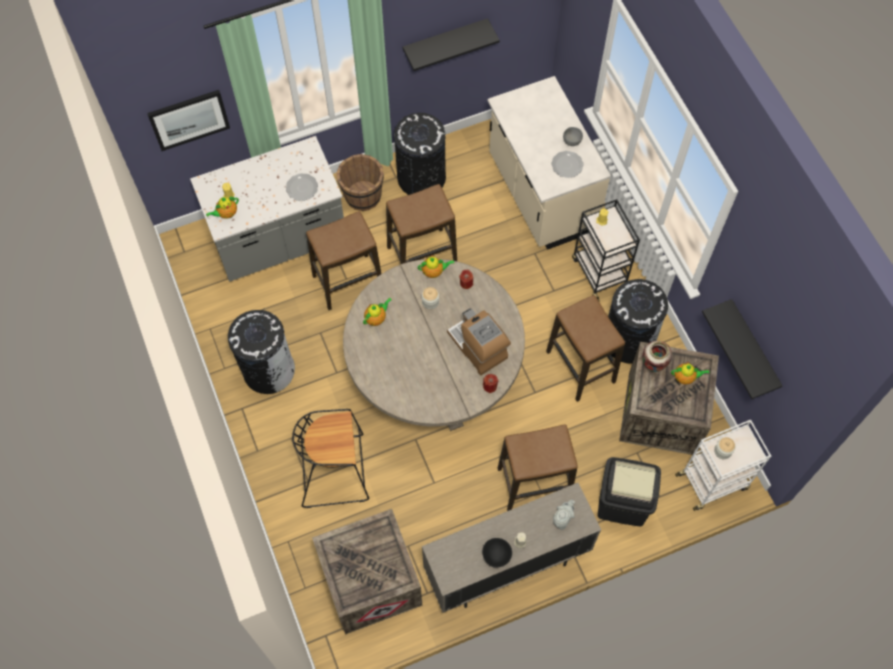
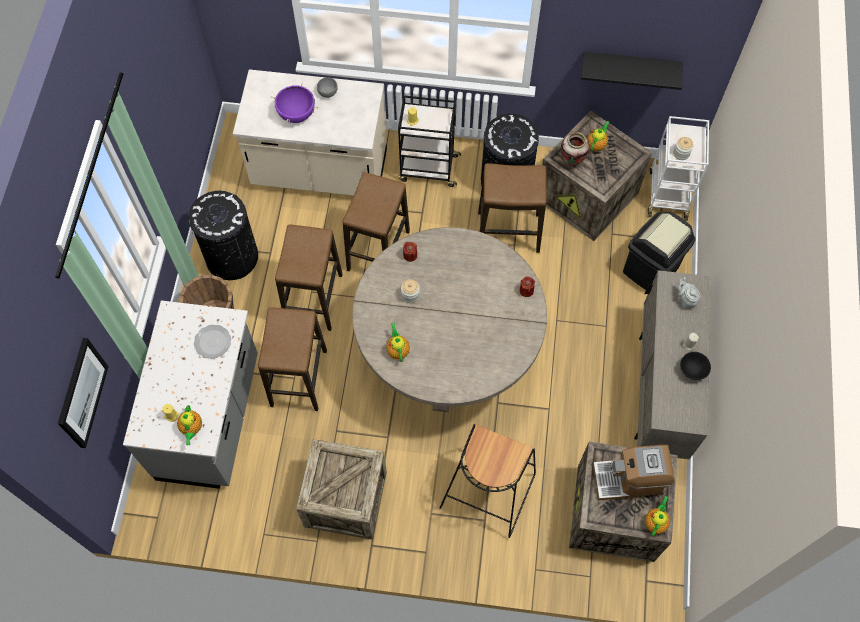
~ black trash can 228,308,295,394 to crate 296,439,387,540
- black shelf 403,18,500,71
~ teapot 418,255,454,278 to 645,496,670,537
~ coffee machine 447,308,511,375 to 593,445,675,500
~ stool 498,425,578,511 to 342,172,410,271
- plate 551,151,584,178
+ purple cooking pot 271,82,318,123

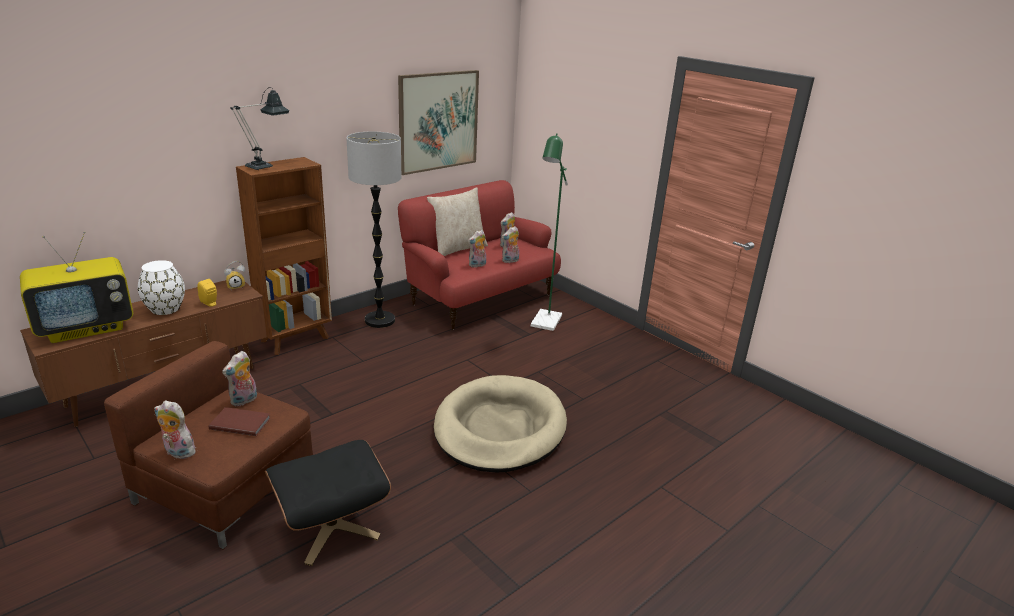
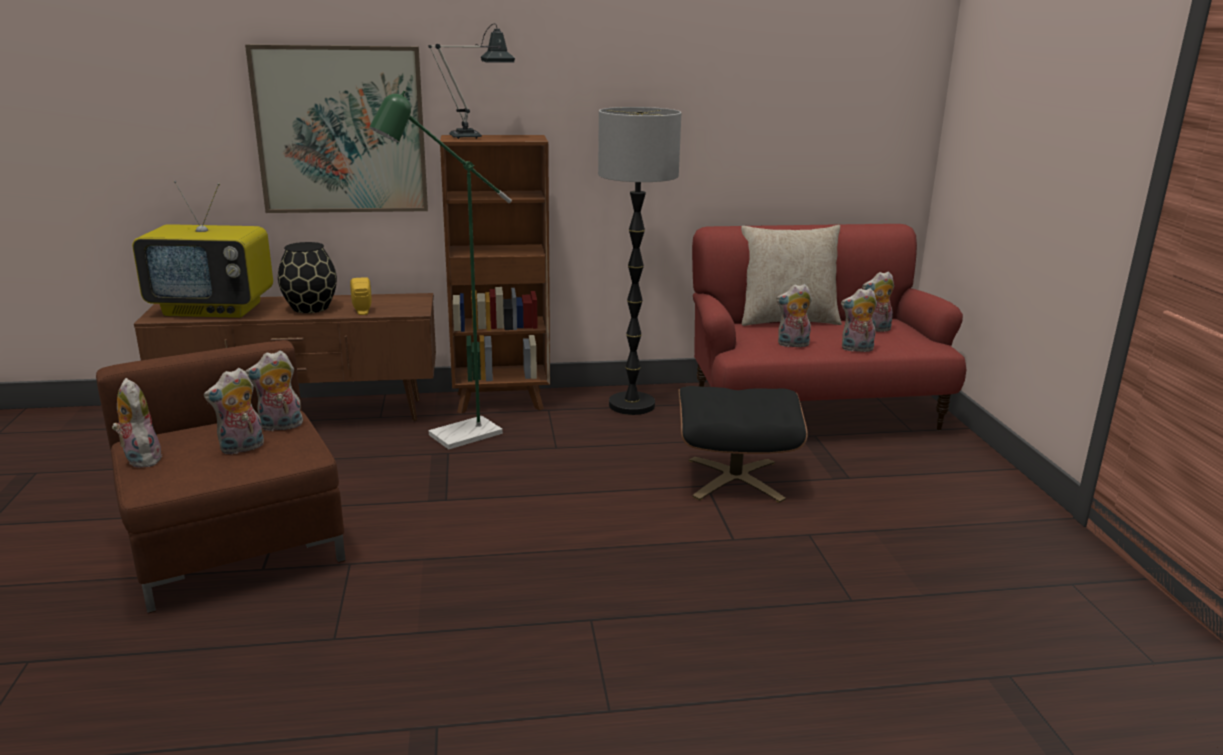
~ white vase 138,260,185,315 to black vase 278,242,337,313
~ brown book 209,407,271,436 to plush toy 204,368,264,454
- alarm clock 224,261,245,289
~ black ottoman 265,440,391,566 to 678,386,808,503
~ picture 398,70,479,175 to 245,44,428,213
- beige dog bed 434,375,567,473
~ green floor lamp 531,133,568,331 to 370,91,512,449

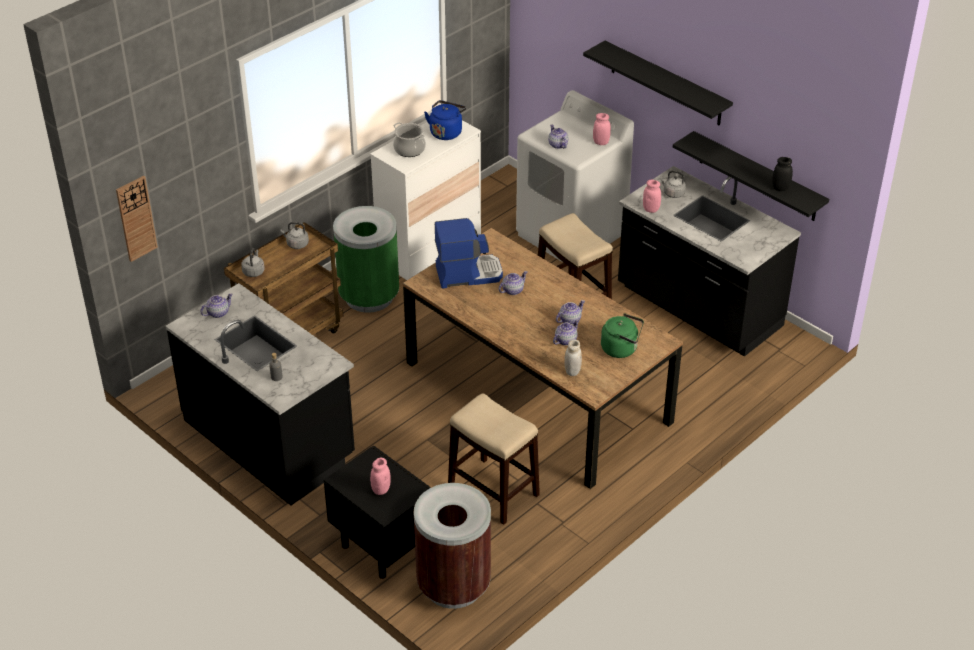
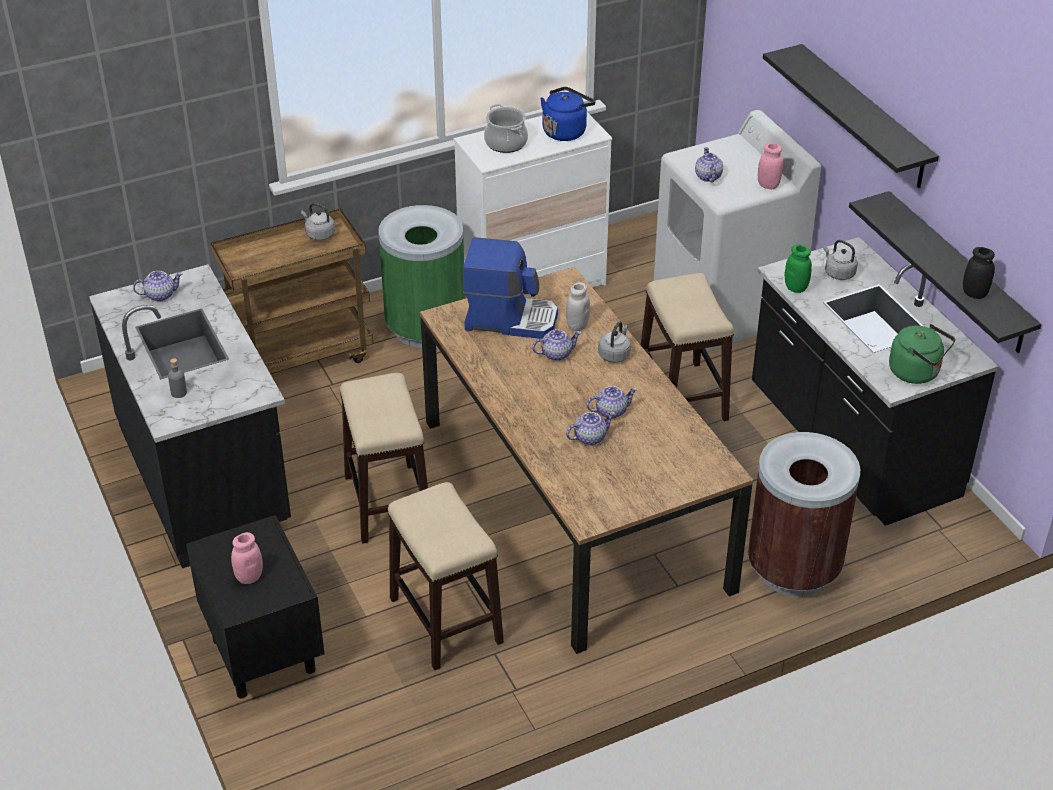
- wall clock 116,176,158,262
~ grey kettle 241,248,265,277 to 598,321,631,363
~ brown trash can 414,483,491,609 to 748,432,860,596
~ white jar 564,339,582,376 to 566,282,590,331
~ green kettle 601,314,644,358 to 889,324,955,384
~ pink jar 643,180,661,213 to green jar 785,245,812,293
+ stool 340,373,428,544

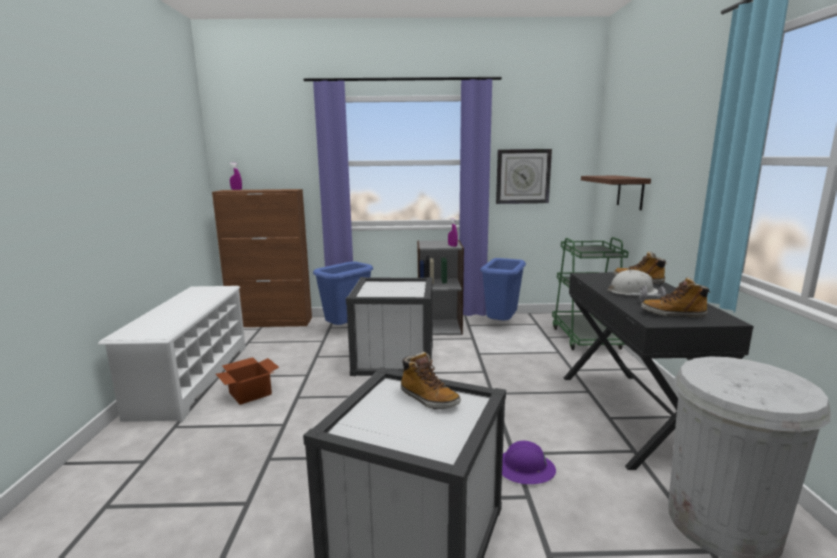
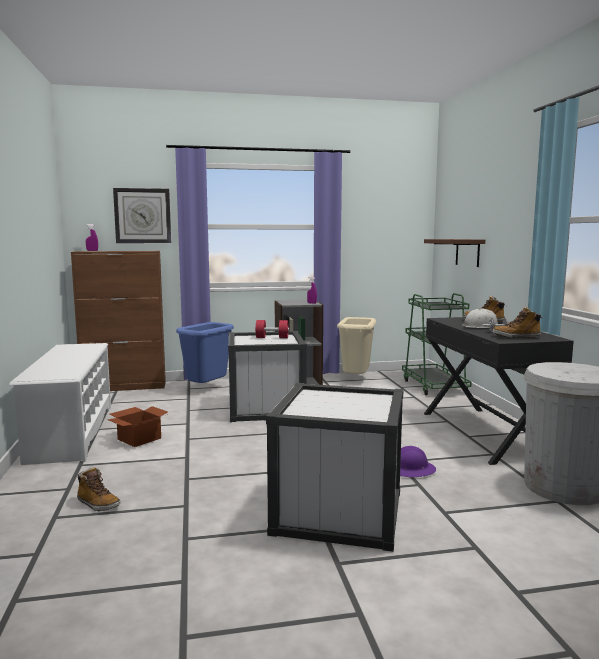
~ boot 401,352,461,409 to 77,467,120,511
~ blue trash can 480,258,526,320 to beige trash can 337,317,376,374
~ wall clock 496,149,552,204 to 113,188,171,243
+ red dumbbell 255,320,289,338

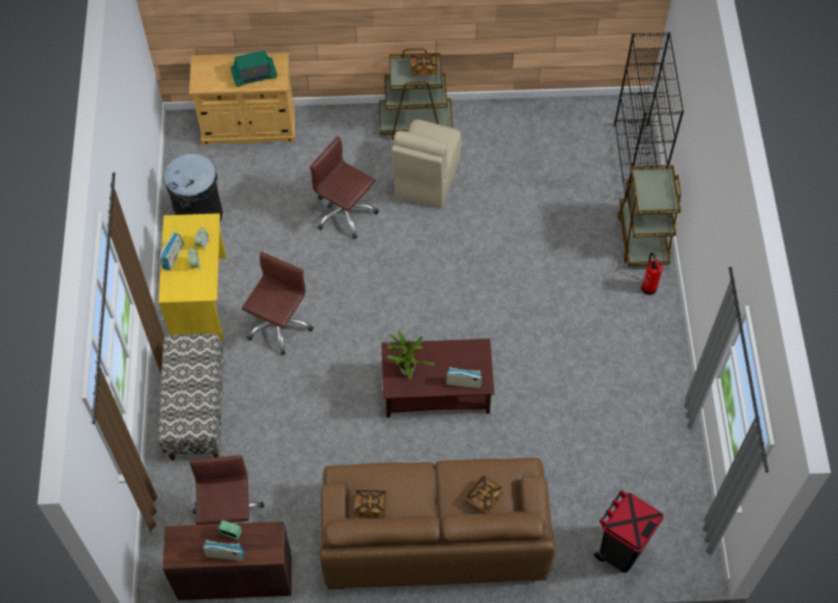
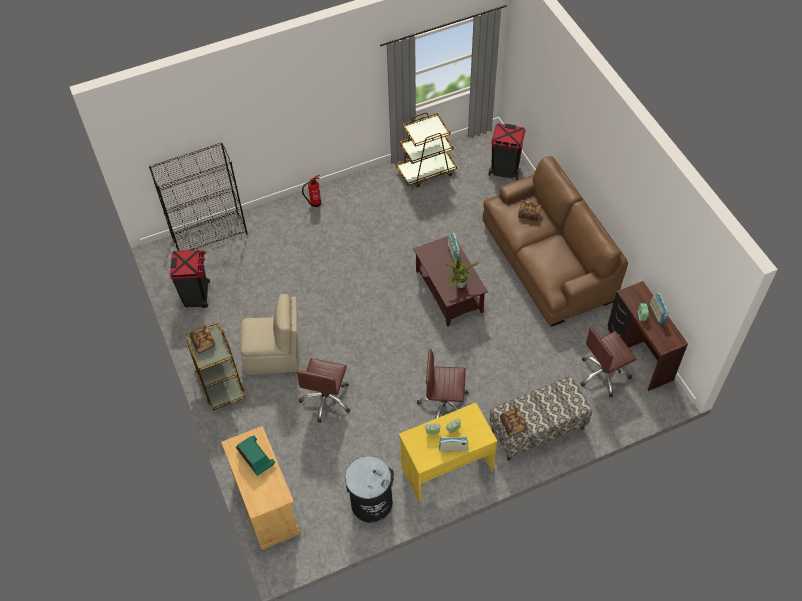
~ book 354,490,386,518 to 500,408,527,437
~ brown cart 618,165,681,266 to 396,112,457,187
+ black trash can 170,250,210,308

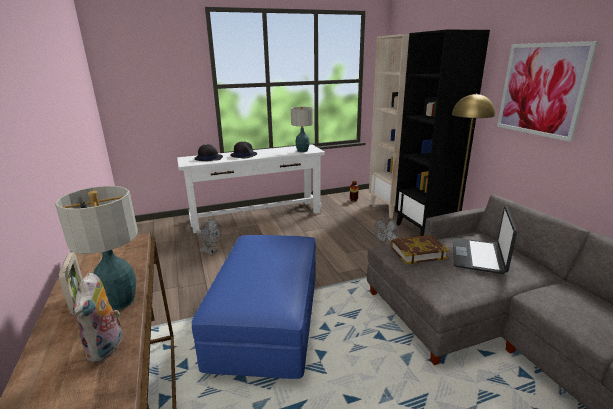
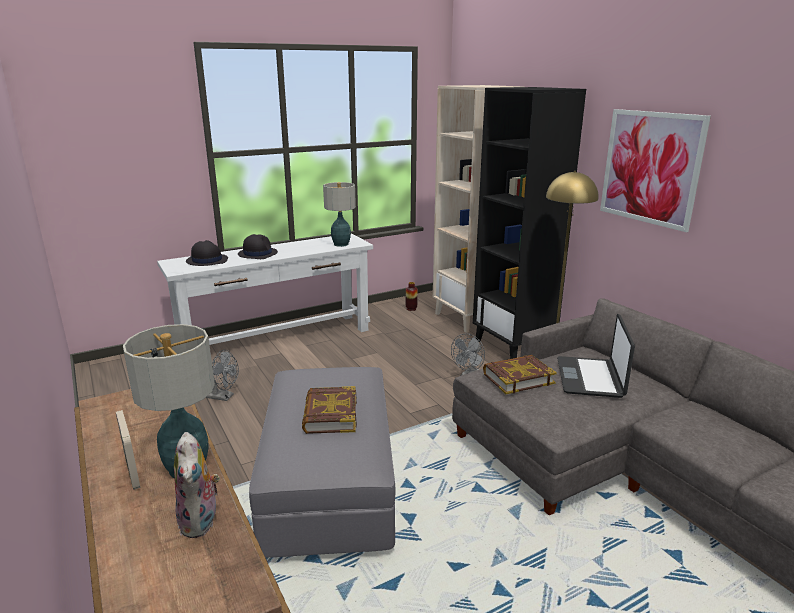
~ blue ottoman 191,235,316,379 to grey ottoman 249,367,395,557
+ book 302,386,357,434

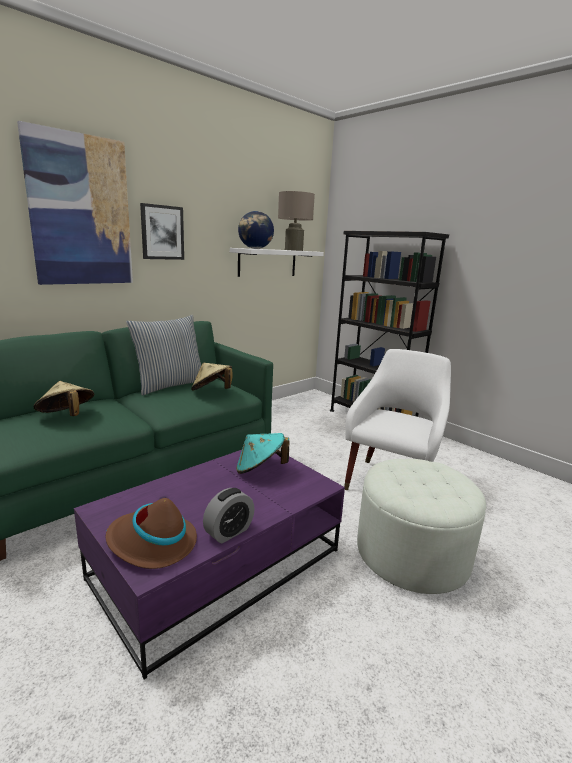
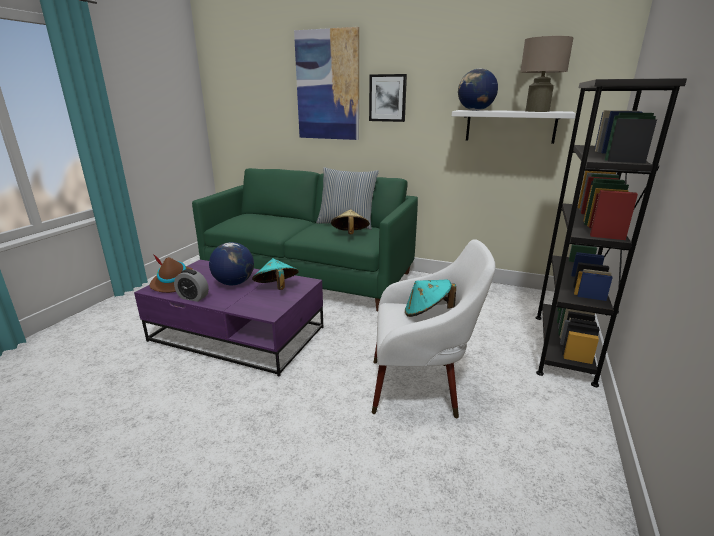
- beige hat 34,381,94,416
- white ottoman 357,459,486,594
+ globe 209,242,254,285
+ turquoise hat 405,280,456,317

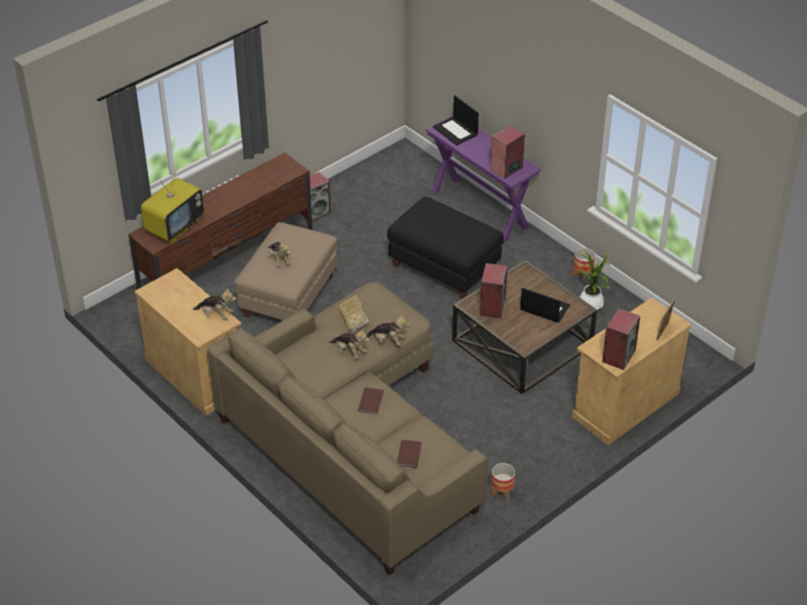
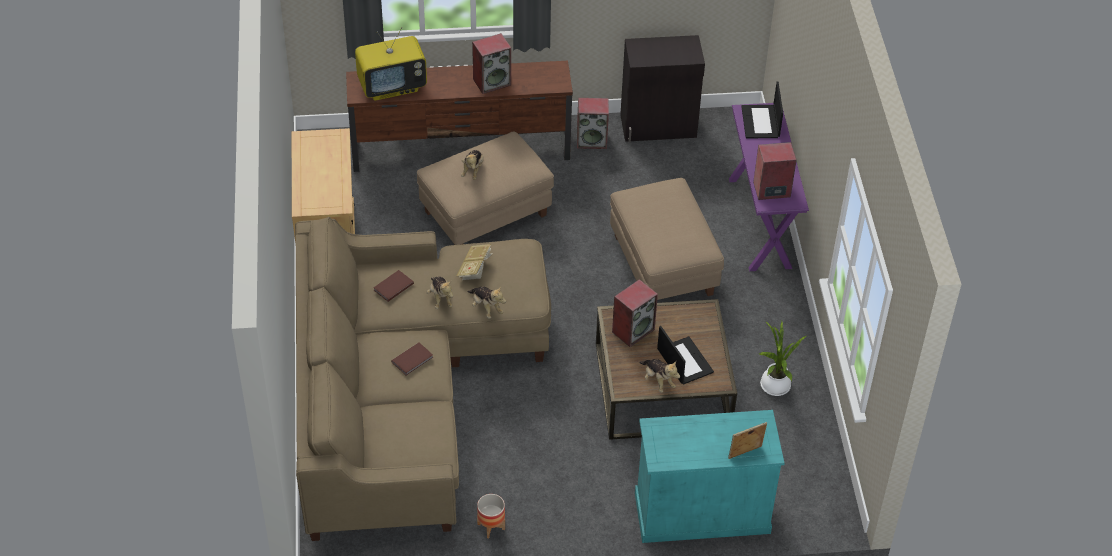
~ plush toy 193,288,236,319 to 640,359,680,393
~ black ottoman 387,197,504,299 to beige ottoman 610,178,724,300
~ brown book 397,440,422,468 to 374,270,414,302
- planter 572,248,595,283
~ beige cabinet 572,297,692,445 to turquoise cabinet 635,410,784,543
~ speaker 602,308,640,370 to 472,33,511,94
+ black cabinet 620,35,705,143

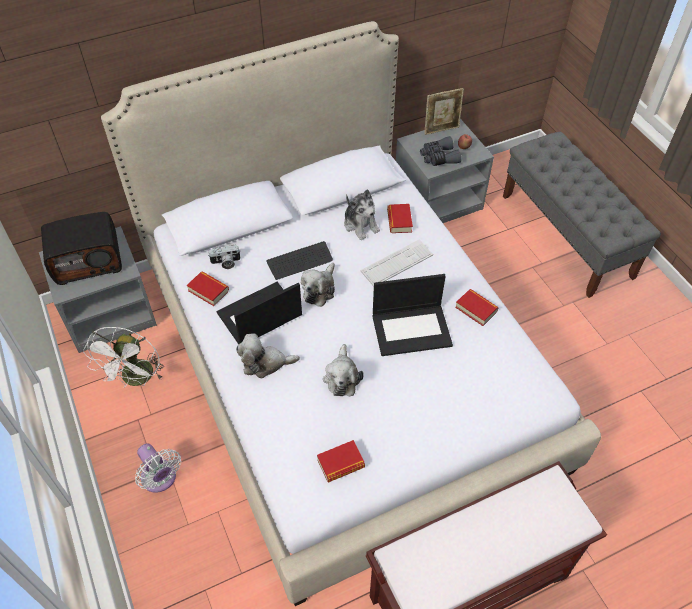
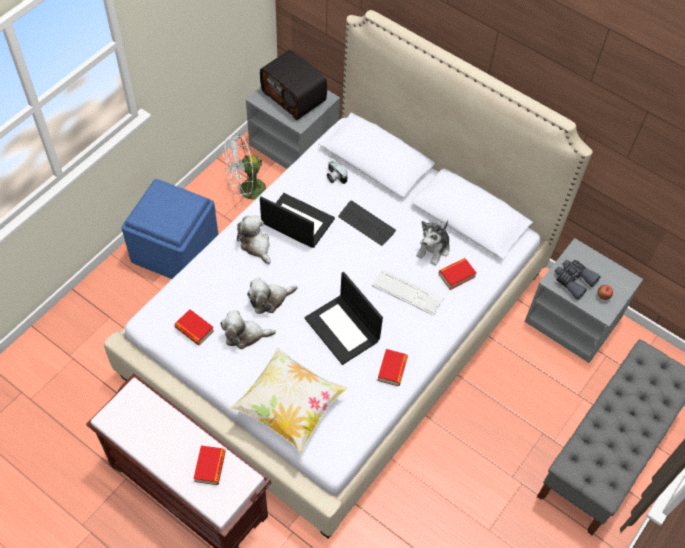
~ white fan 135,443,181,493 to blue ottoman 122,179,219,279
~ book 187,272,229,306 to 193,445,226,485
~ plush toy 301,263,335,307 to 220,311,276,349
- picture frame 424,88,464,135
+ pillow 230,347,347,453

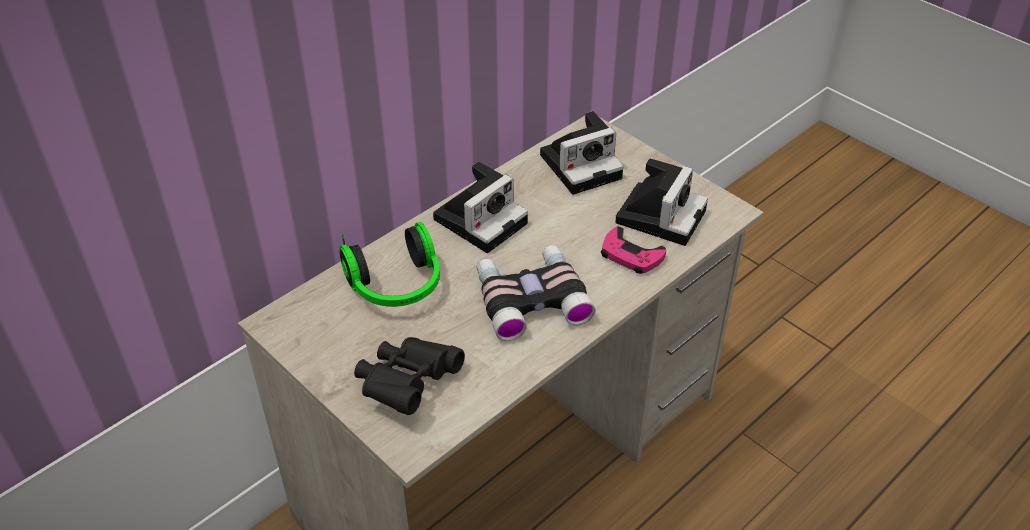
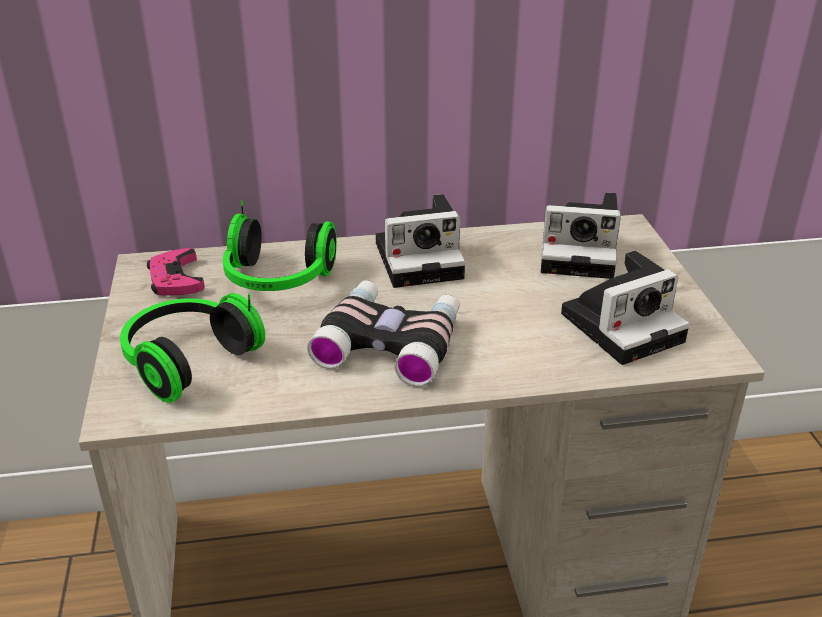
~ black binoculars 354,337,465,415 to headphones 120,293,265,403
~ pink game controller 601,226,666,274 to 147,248,205,296

